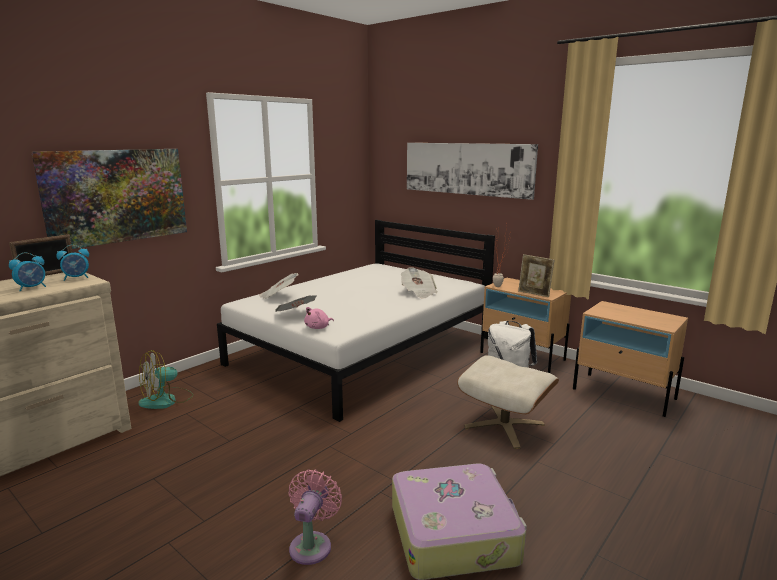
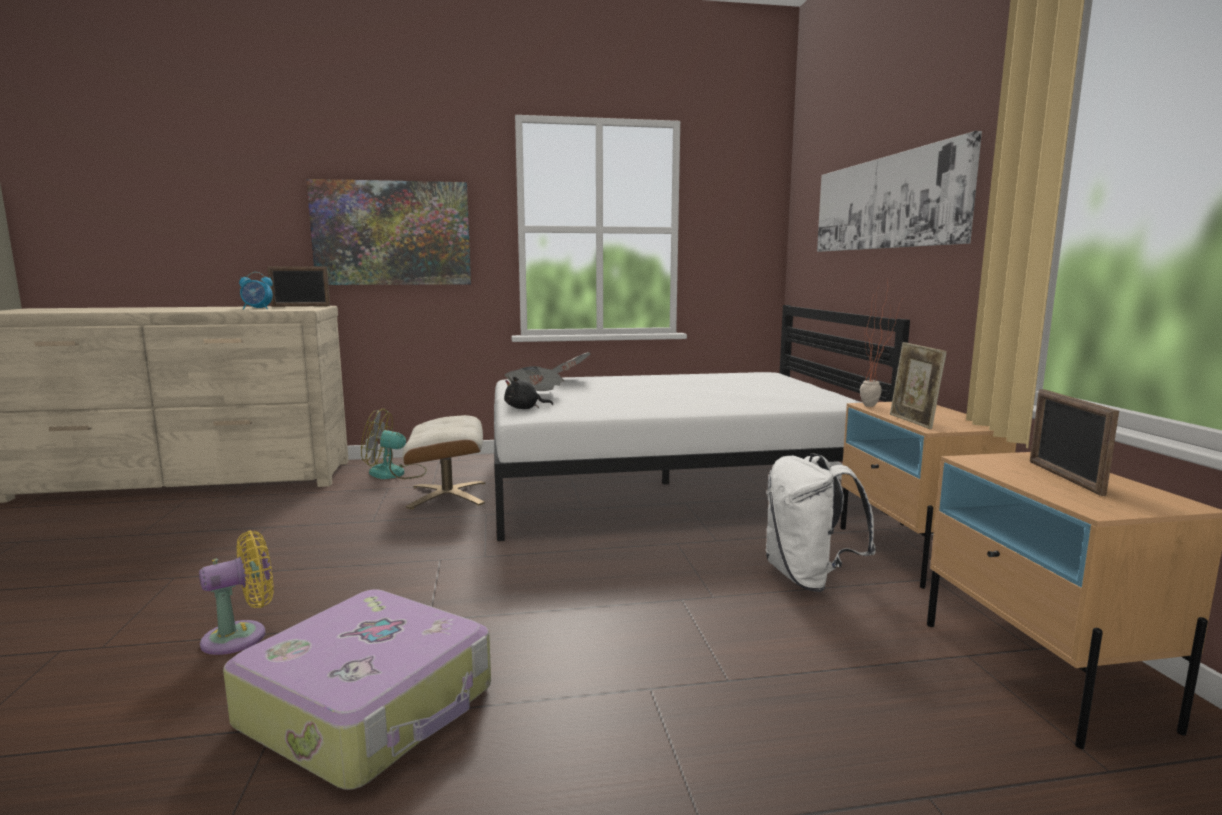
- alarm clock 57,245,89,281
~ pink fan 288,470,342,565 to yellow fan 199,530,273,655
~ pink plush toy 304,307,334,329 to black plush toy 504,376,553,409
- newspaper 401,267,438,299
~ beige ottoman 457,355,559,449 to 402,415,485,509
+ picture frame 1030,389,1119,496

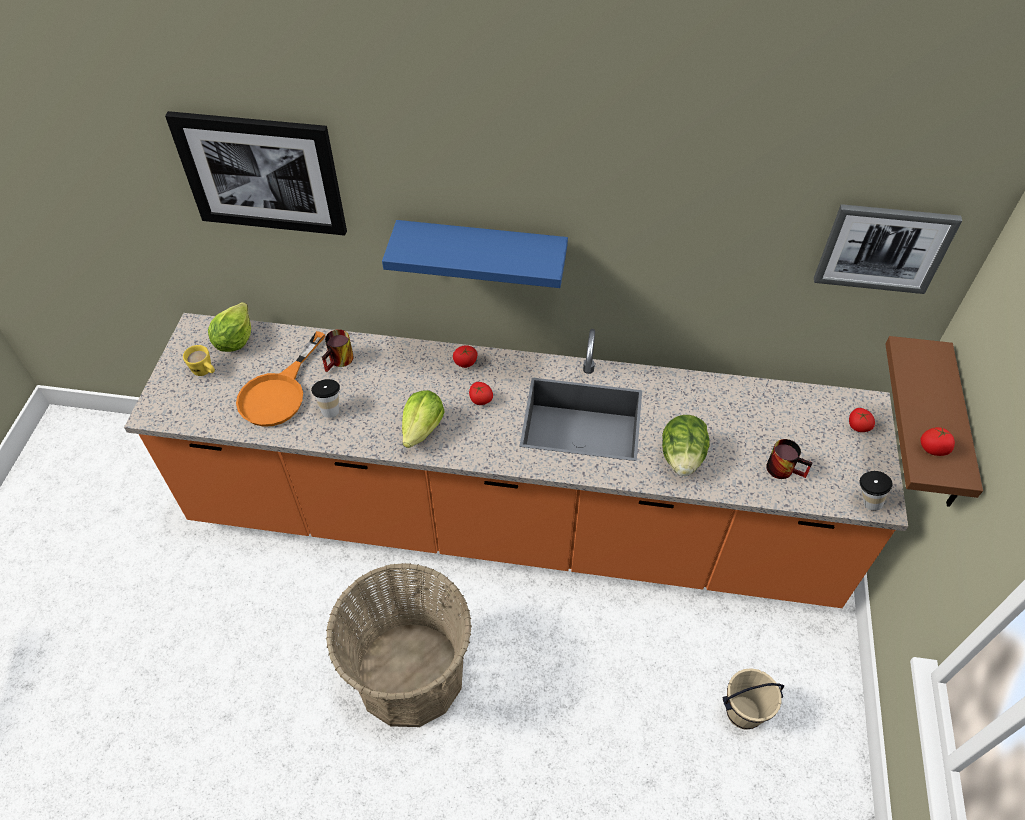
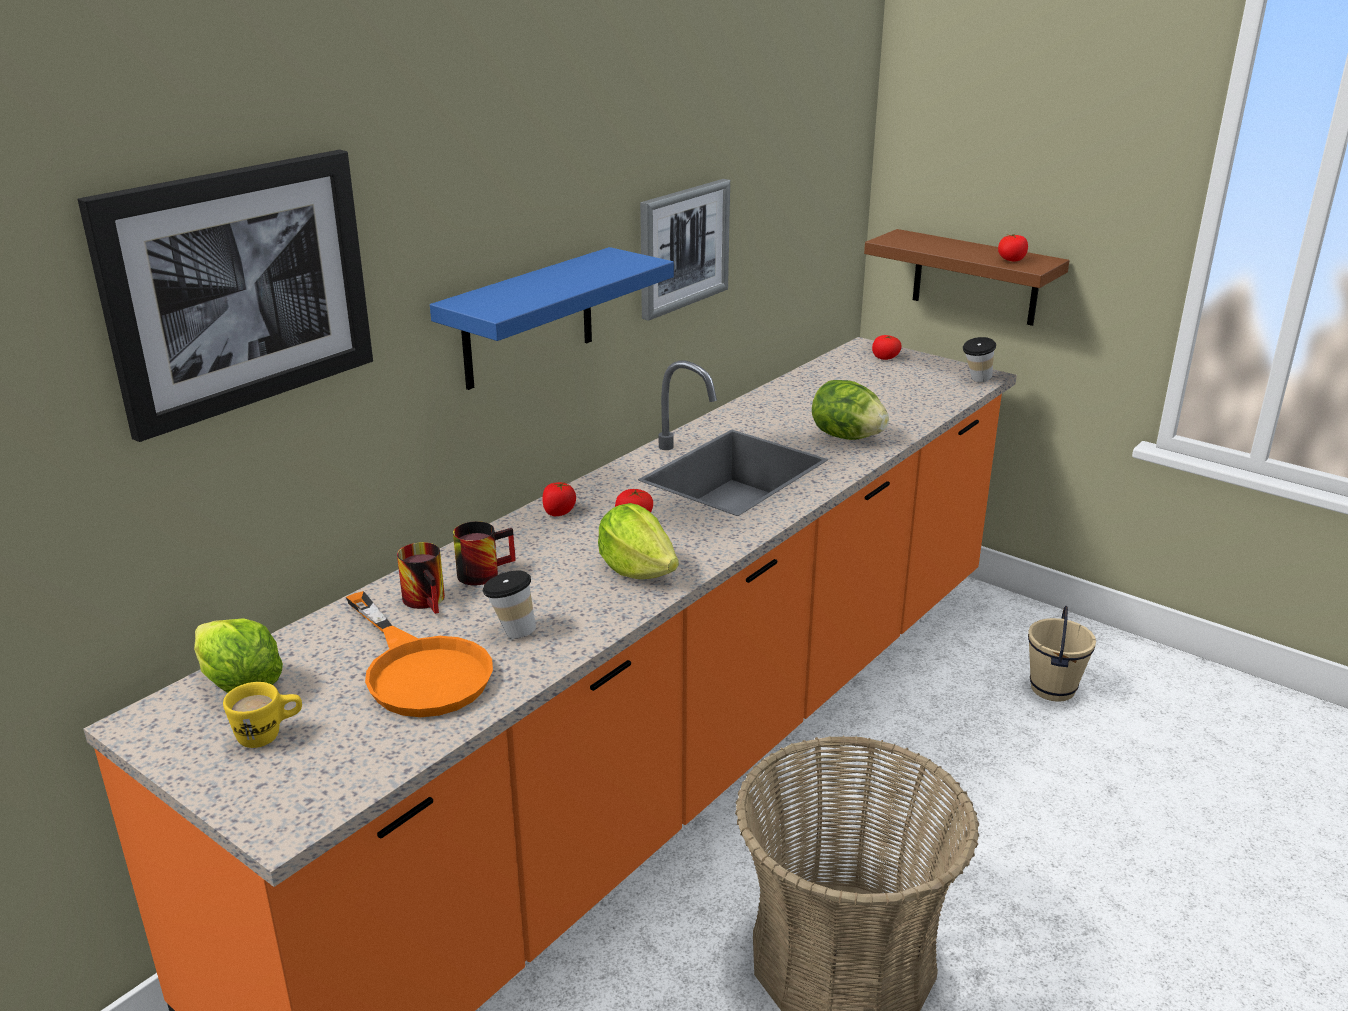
~ mug 766,439,812,479 to 453,521,516,586
~ picture 814,204,962,294 to 640,179,730,321

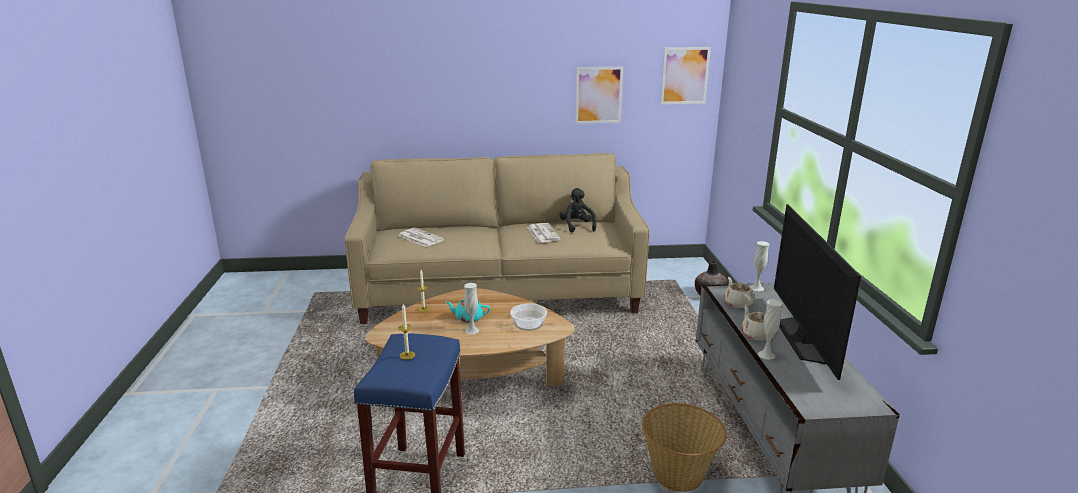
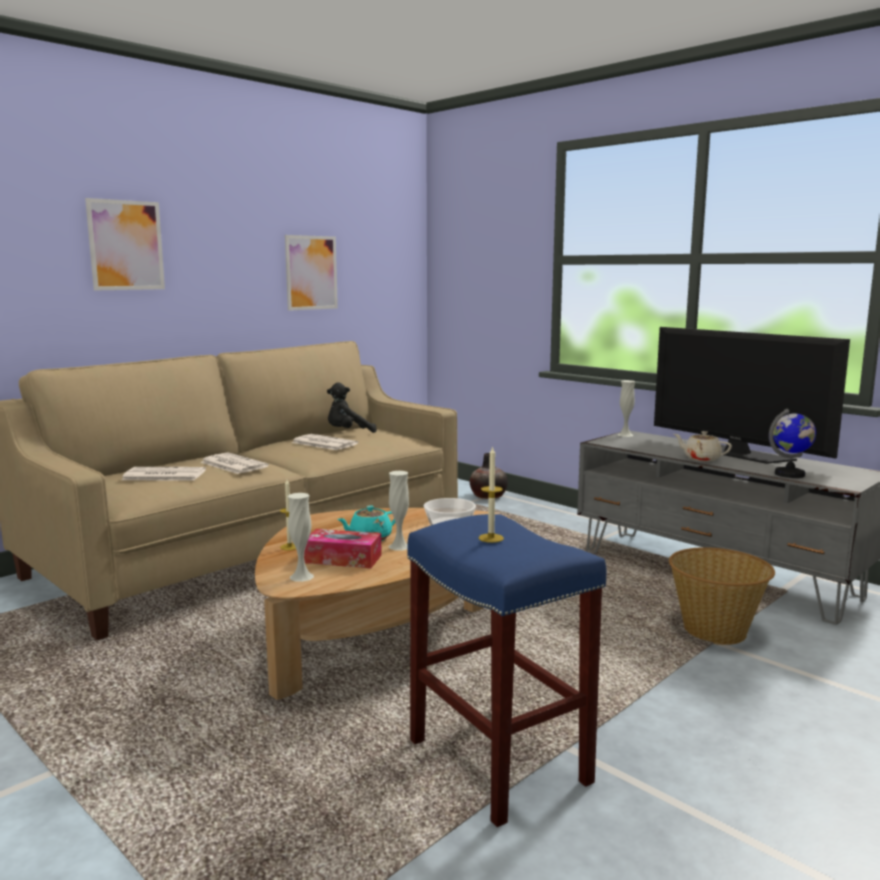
~ black plush toy 559,188,597,232 = 327,382,377,433 60 degrees counterclockwise
~ picture 660,47,711,104 to 85,198,165,291
- beige teapot 724,277,754,308
~ white vase 758,300,782,360 to 288,493,314,582
+ newspaper 200,453,269,474
+ tissue box 304,529,382,568
+ globe 769,409,816,478

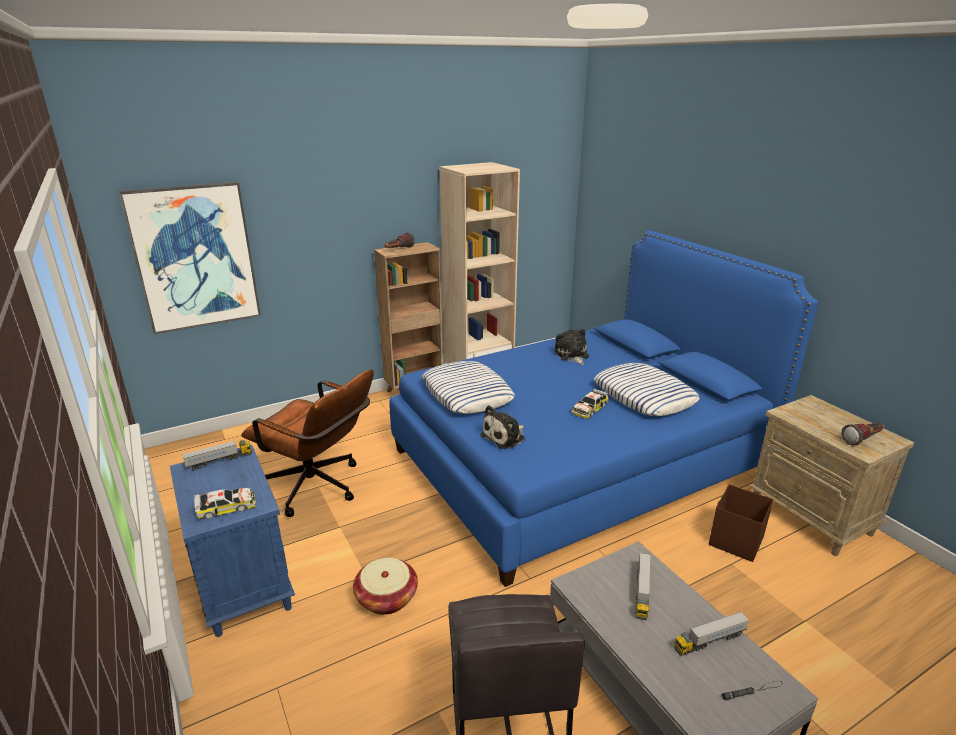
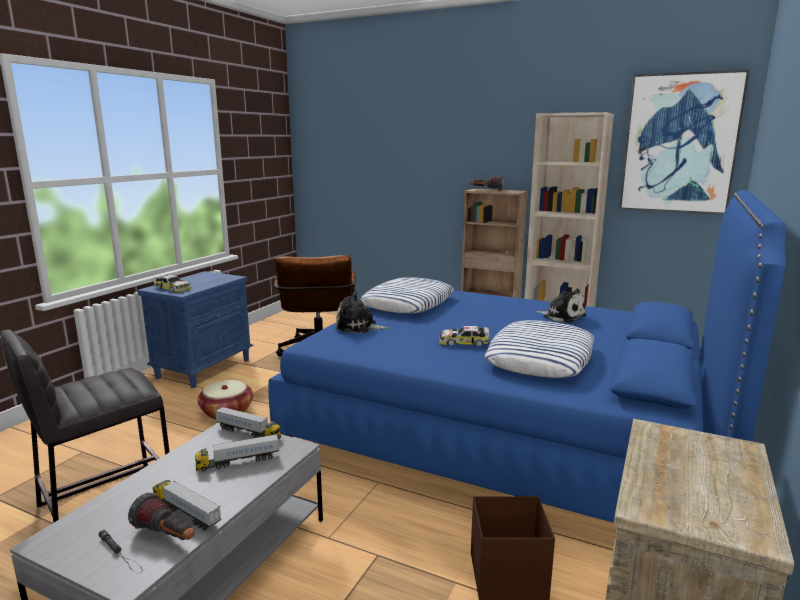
~ picture 119,182,261,334 to 619,70,750,215
~ toy truck 182,440,252,470 to 215,407,281,440
~ plush toy 554,329,589,365 = 535,289,586,323 90 degrees clockwise
~ flashlight 842,423,884,446 to 128,493,194,540

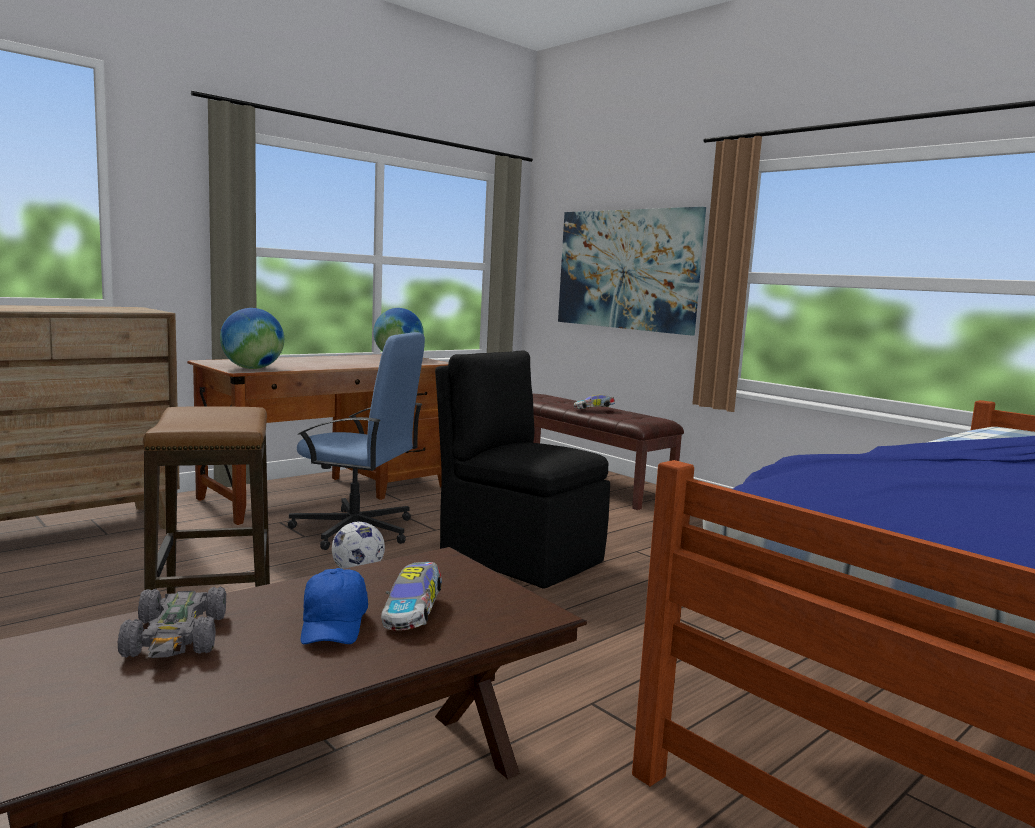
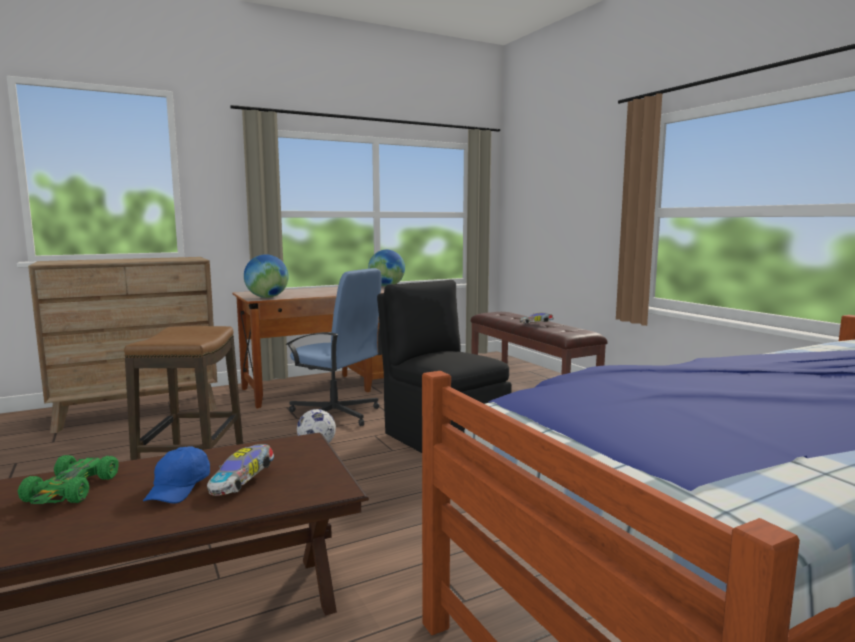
~ grey toy car 118,587,226,658 to green toy car 18,455,118,504
- picture 558,207,706,336

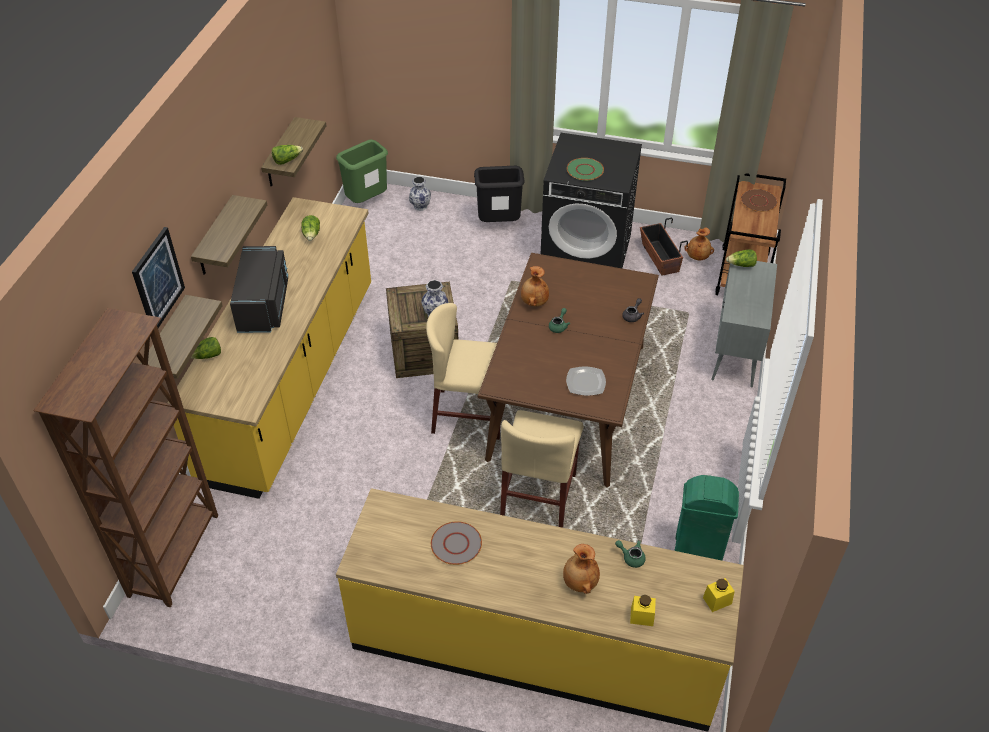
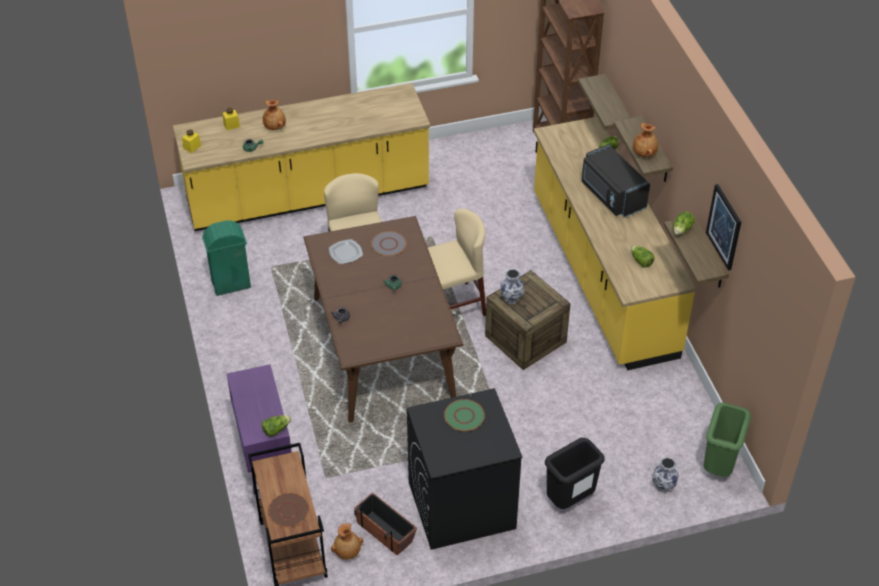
~ picture 132,227,185,328 to 706,184,741,270
~ grey plate 431,521,482,565 to 371,231,407,256
~ brown vase 521,266,549,306 to 633,123,658,157
~ grey cabinet 711,261,777,388 to purple cabinet 227,364,292,494

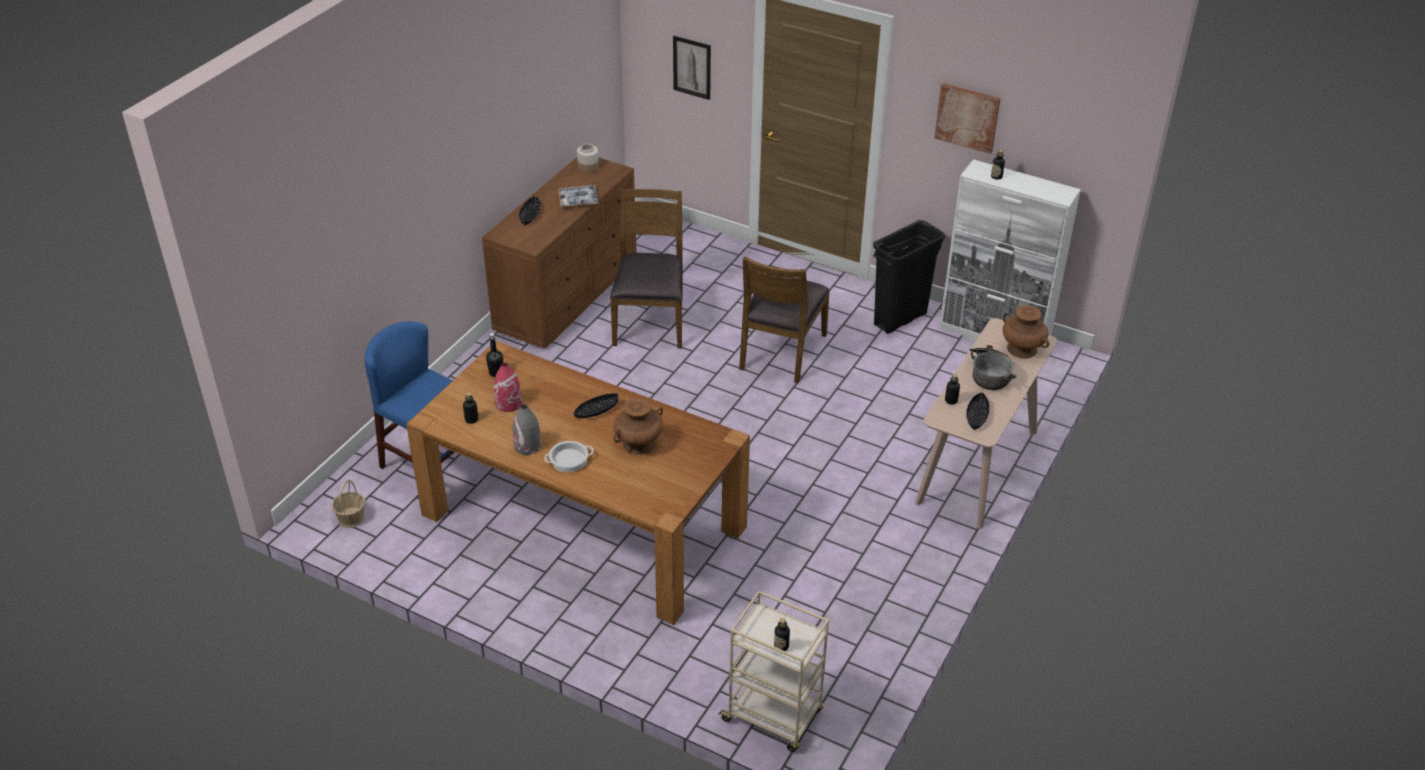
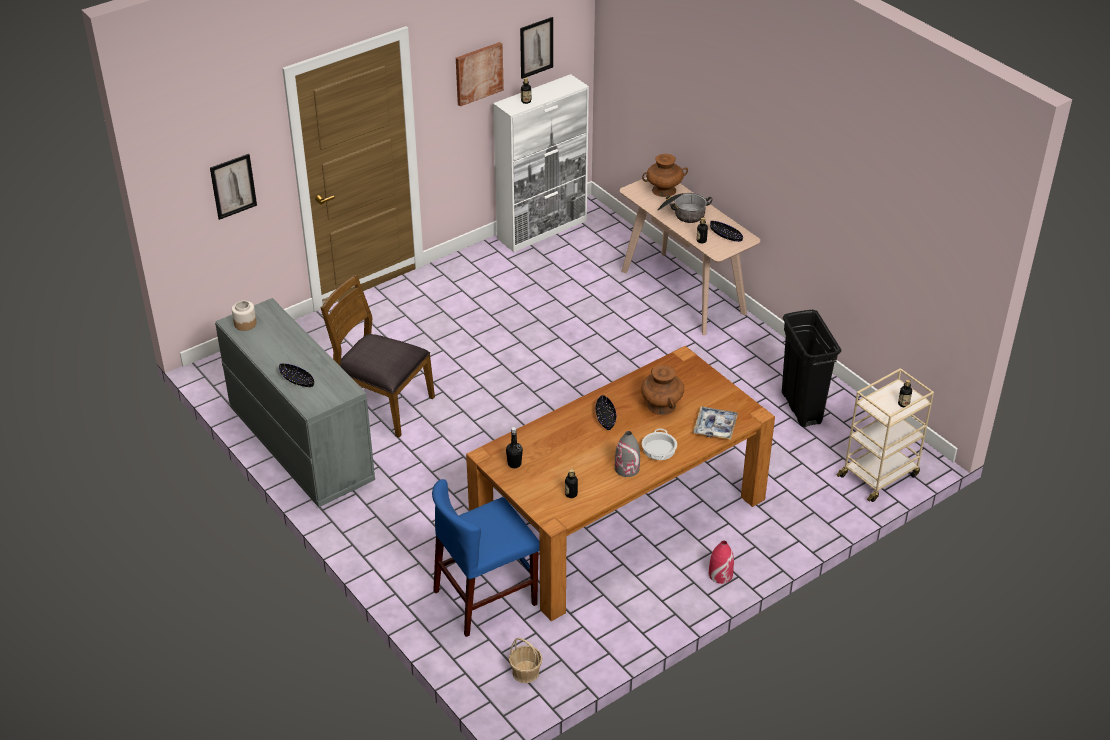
~ brown dresser 482,157,637,349 to grey dresser 215,298,375,507
~ red vase 494,363,522,412 to 709,540,734,584
~ tray 558,185,598,207 to 694,407,738,439
- brown chair 739,256,830,383
~ black trash can 873,220,945,334 to 782,310,841,427
+ picture 520,17,553,79

